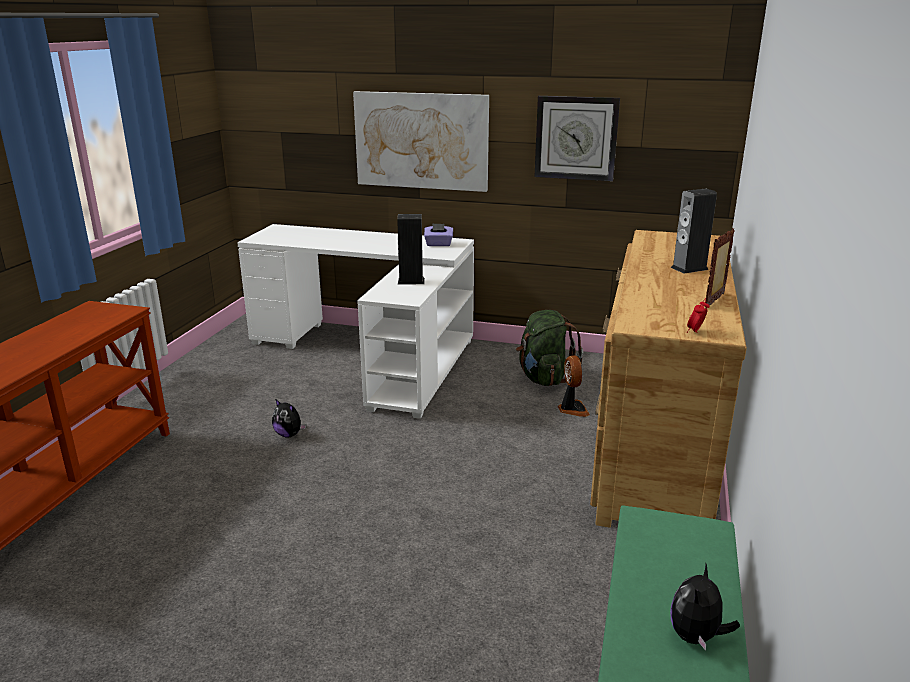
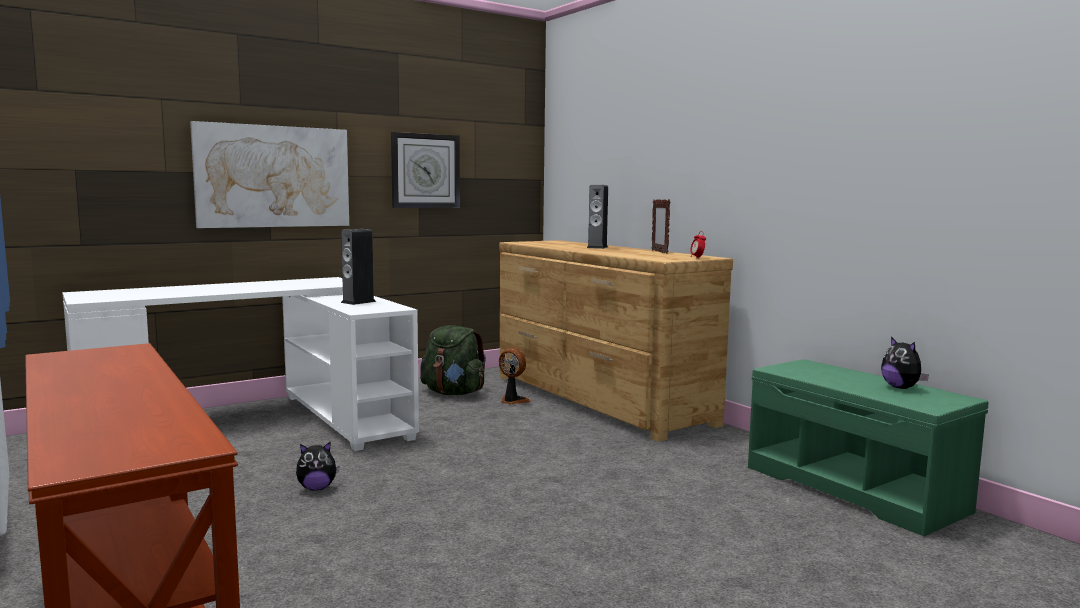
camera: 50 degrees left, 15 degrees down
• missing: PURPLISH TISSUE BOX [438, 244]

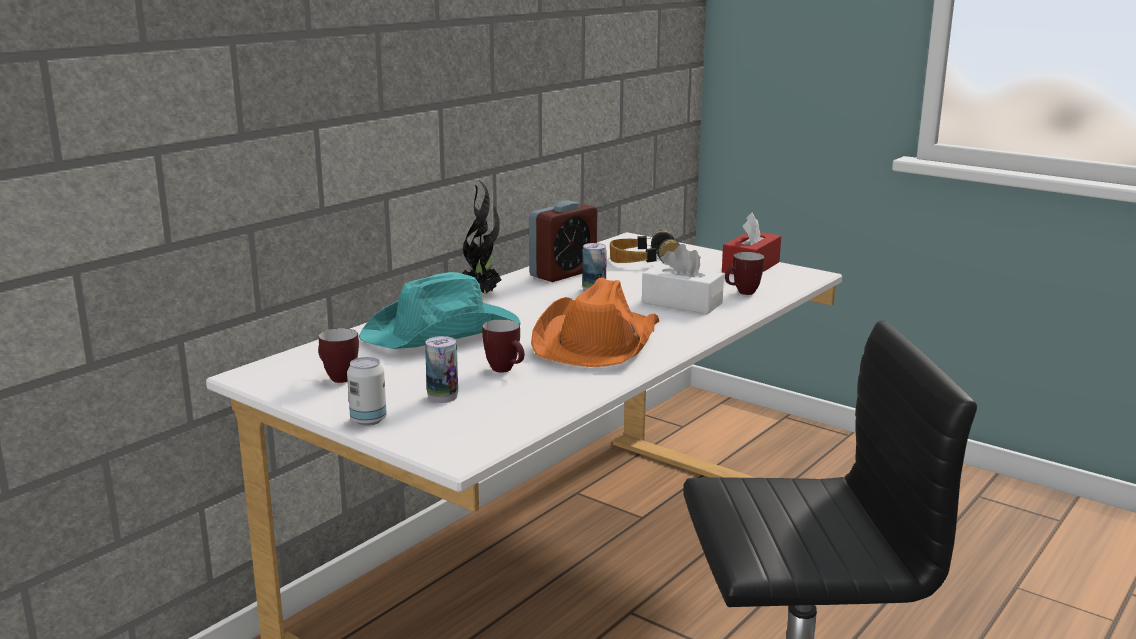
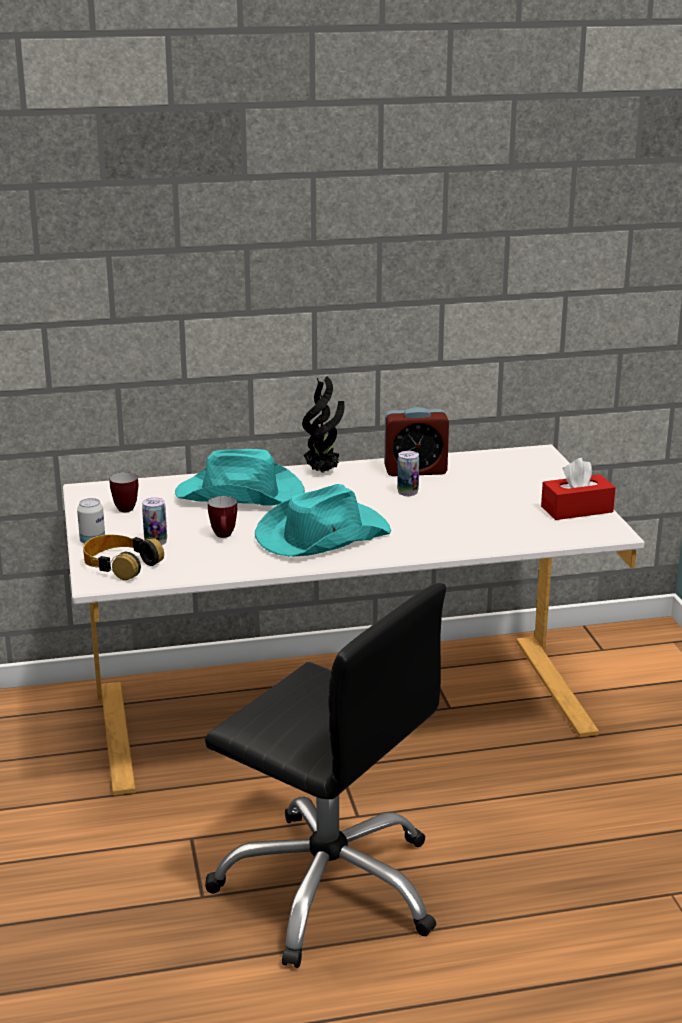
camera: 40 degrees right, 5 degrees up
• relocated: HEADPHONES [644, 259] to [120, 565]
• colour: ORANGE HAT [597, 341] to BLUE-GREEN HAT [321, 535]
• missing: WHITISH TISSUE BOX [682, 303]
• missing: TEA MUG [742, 293]

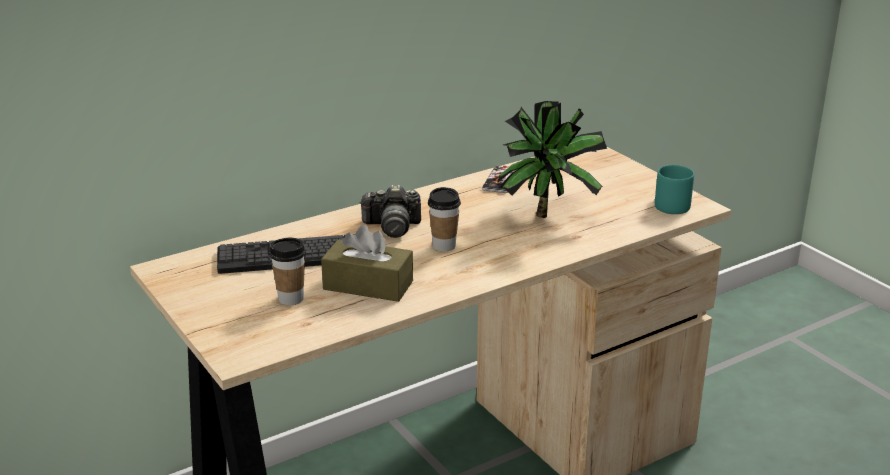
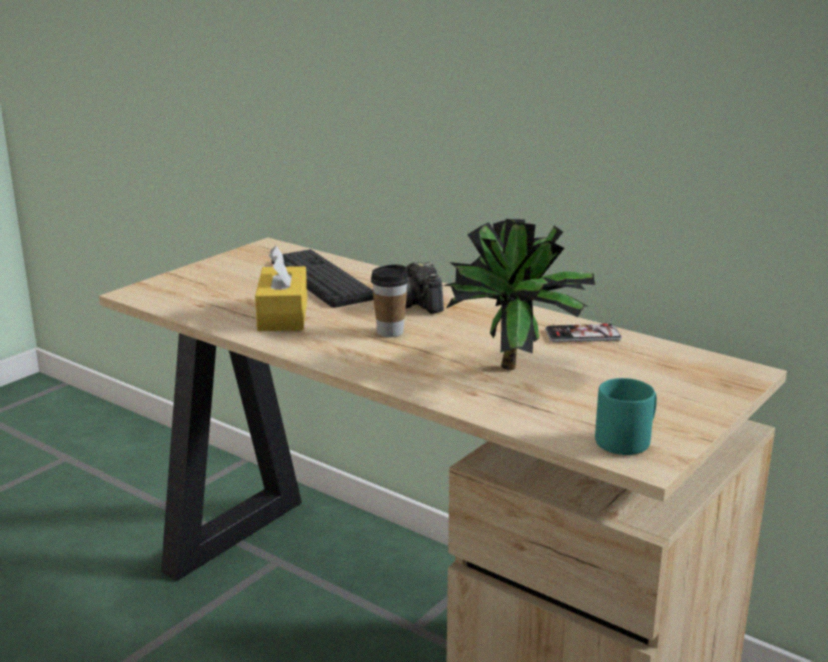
camera: 70 degrees right, 5 degrees down
• colour: BROWN-COLOURED TISSUE BOX [368, 285] to YELLOW-COLOURED TISSUE BOX [283, 315]
• missing: CUP [291, 299]

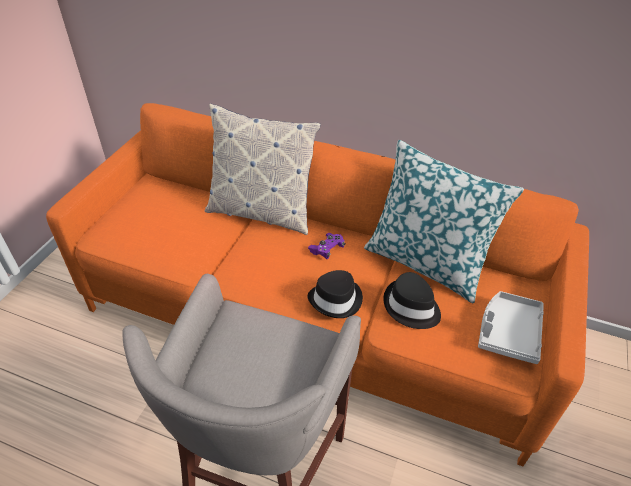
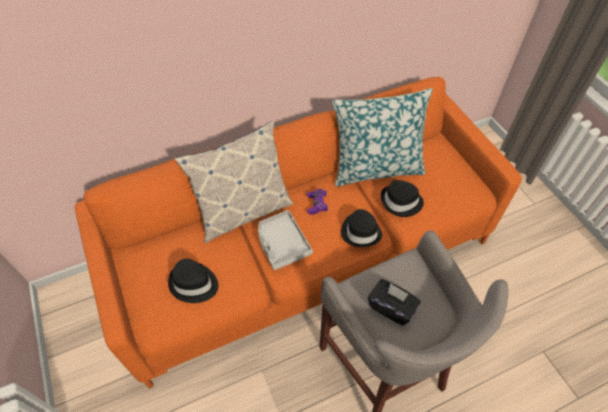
camera: 45 degrees left, 10 degrees up
• appeared: BLACK-COLOURED HAT [193, 284]
• relocated: GRAY TRAY [508, 332] to [282, 244]
• appeared: BLACK-COLOURED TISSUE BOX [391, 307]

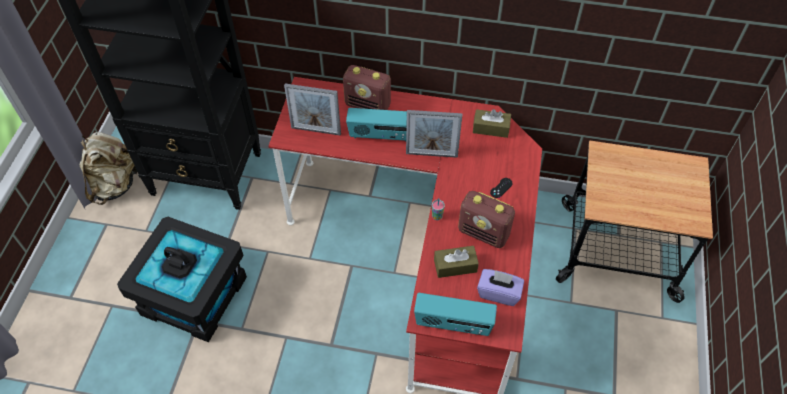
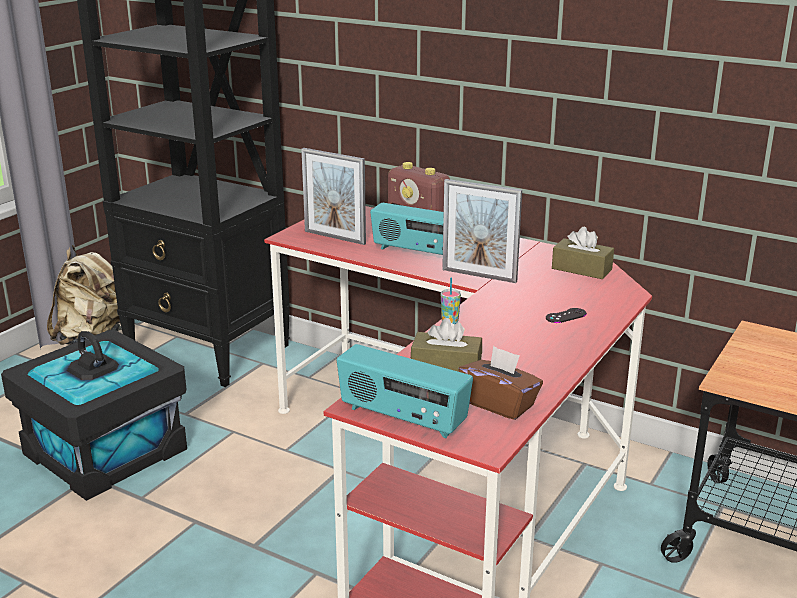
camera: 20 degrees right, 30 degrees down
• colour: PURPLISH TISSUE BOX [499, 293] to BROWN-COLOURED TISSUE BOX [499, 404]
• missing: RADIO RECEIVER [484, 233]

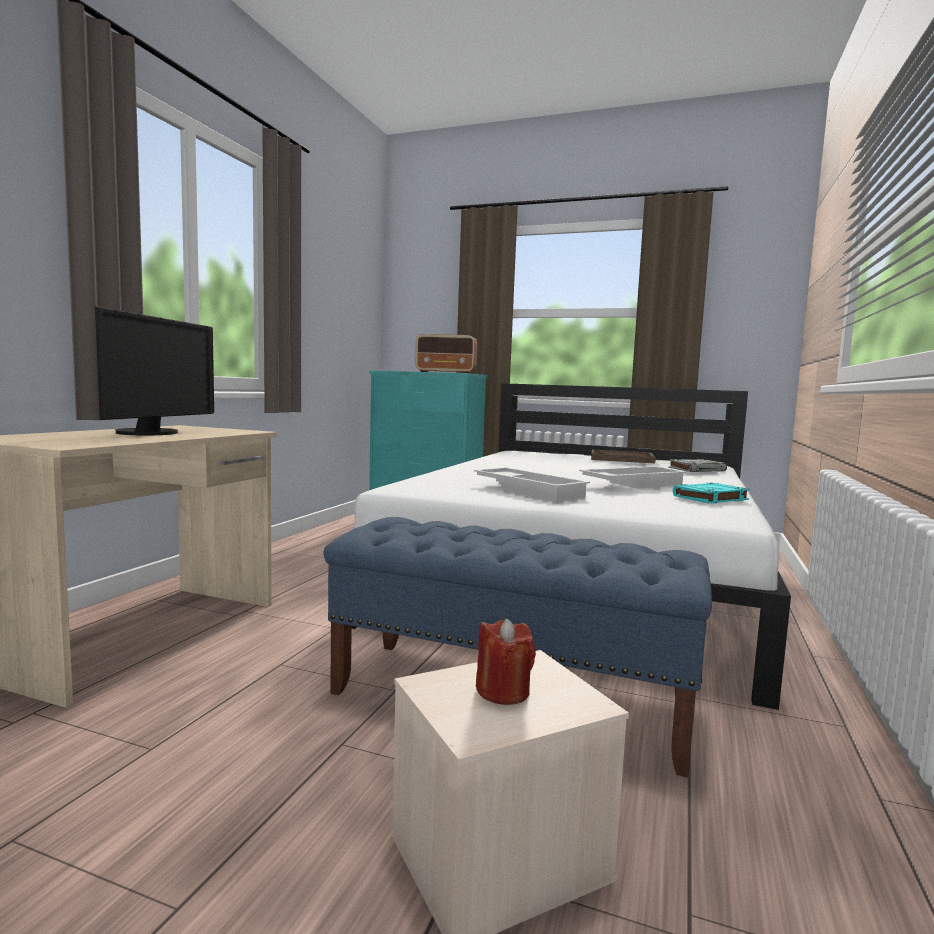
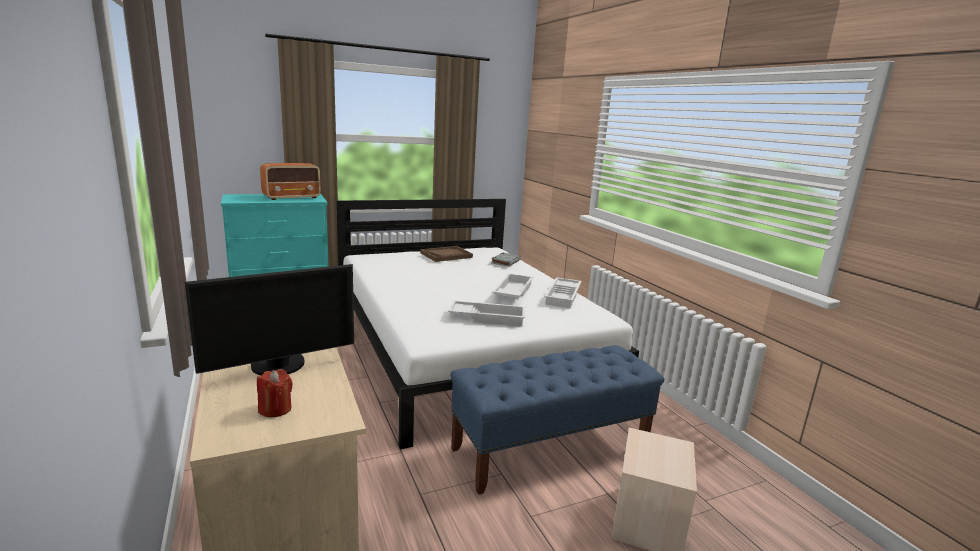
camera: 45 degrees left, 10 degrees up
• spun: COMPUTER SCREEN [153, 433] = [280, 367] 90 degrees clockwise
• relocated: REDDISH WAX LIGHT [503, 691] to [275, 409]
• exchanged: BLUE-GREEN VOLUME [710, 498] to WHITISH TRAY [563, 296]

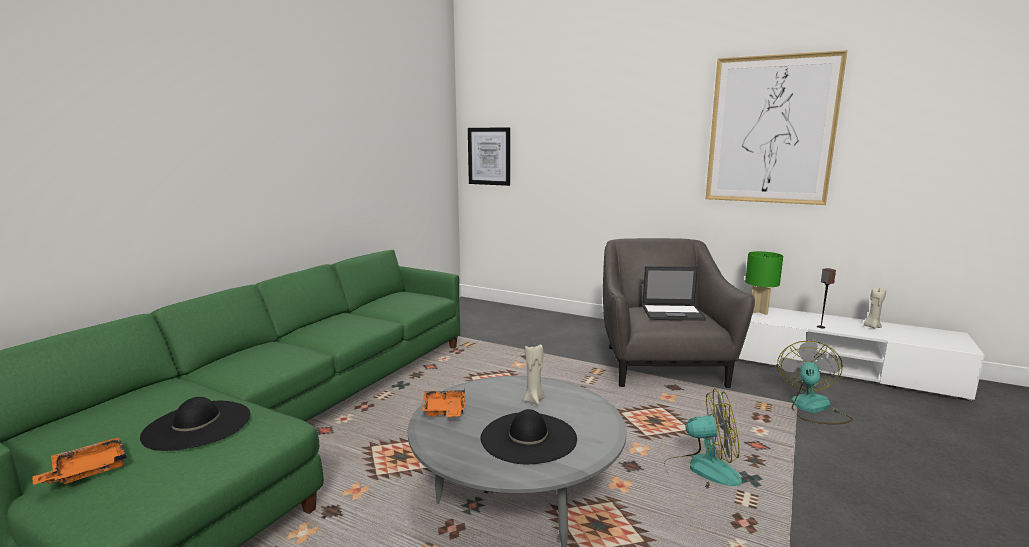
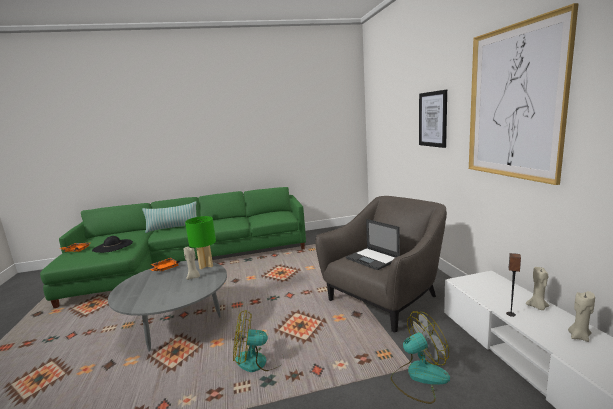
camera: 50 degrees right, 0 degrees up
• appeared: CUSHION [173, 228]
• relocated: GREENISH TABLETOP LAMP [758, 311] to [206, 265]
• spun: ELECTRIC FAN [701, 471] = [259, 361] 120 degrees clockwise
• relocated: WALL PICTURE [489, 156] to [433, 119]
• appeared: BEIGE-COLOURED WAX LIGHT [537, 307]
• missing: BLACK-COLOURED HAT [528, 437]

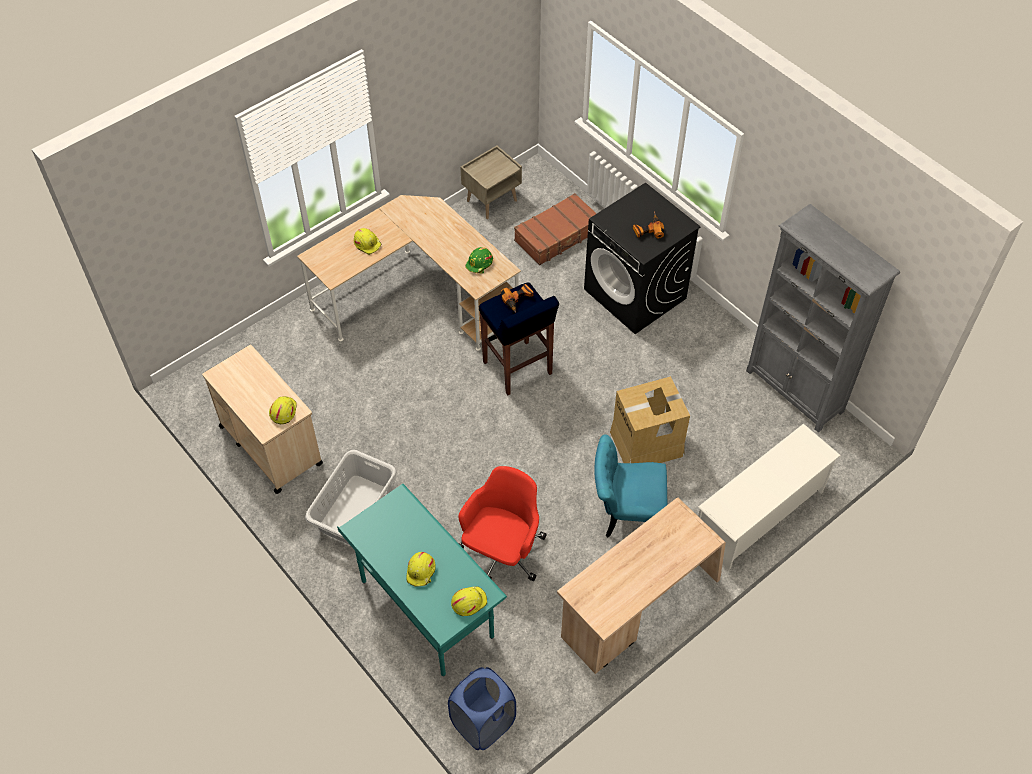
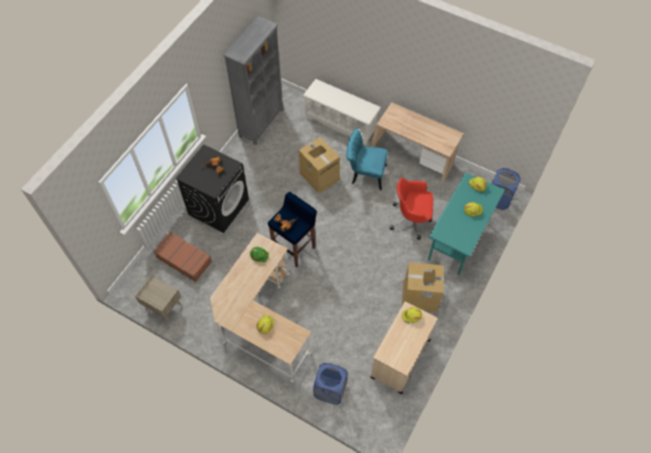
camera: 110 degrees left, 5 degrees up
• appeared: BLUISH LAUNDRY BASKET [330, 390]
• spun: BLUE-GREEN UPRIGHT CHAIR [626, 514] = [365, 174] 120 degrees clockwise
• exchanged: GRAY LAUNDRY BASKET [354, 510] to CARDBOARD BOX [420, 296]

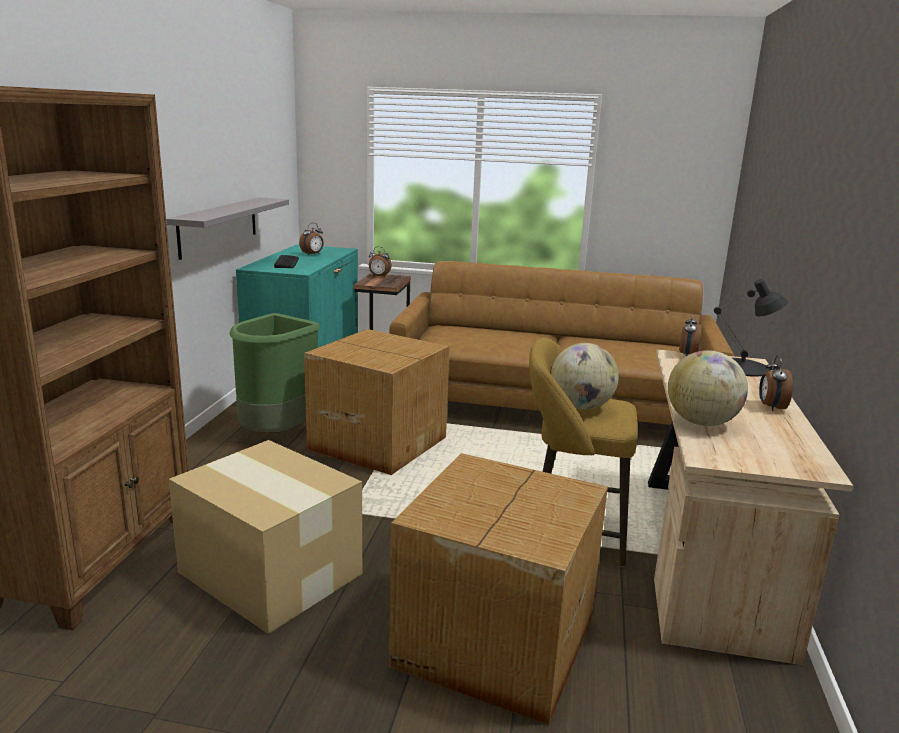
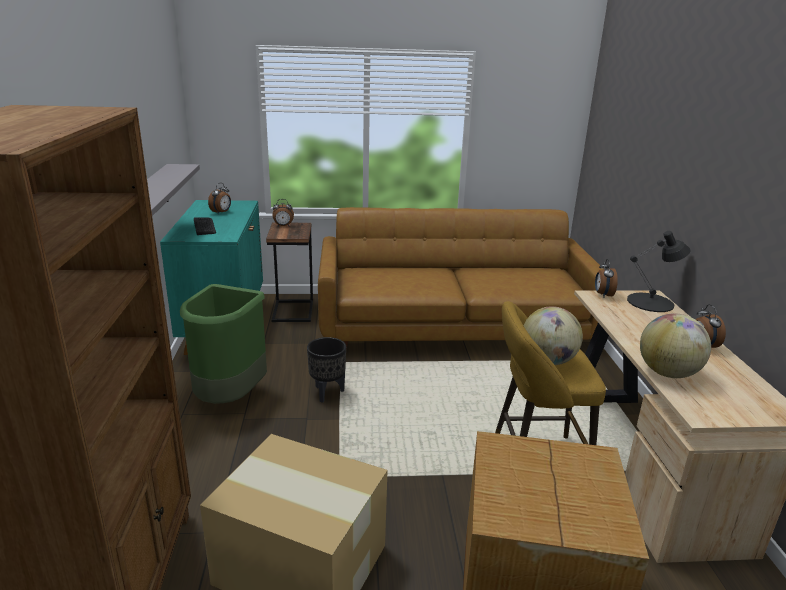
camera: 15 degrees left, 5 degrees up
• exchanged: CARDBOARD BOX [377, 442] to BLACK-COLOURED PLANT POT [327, 393]

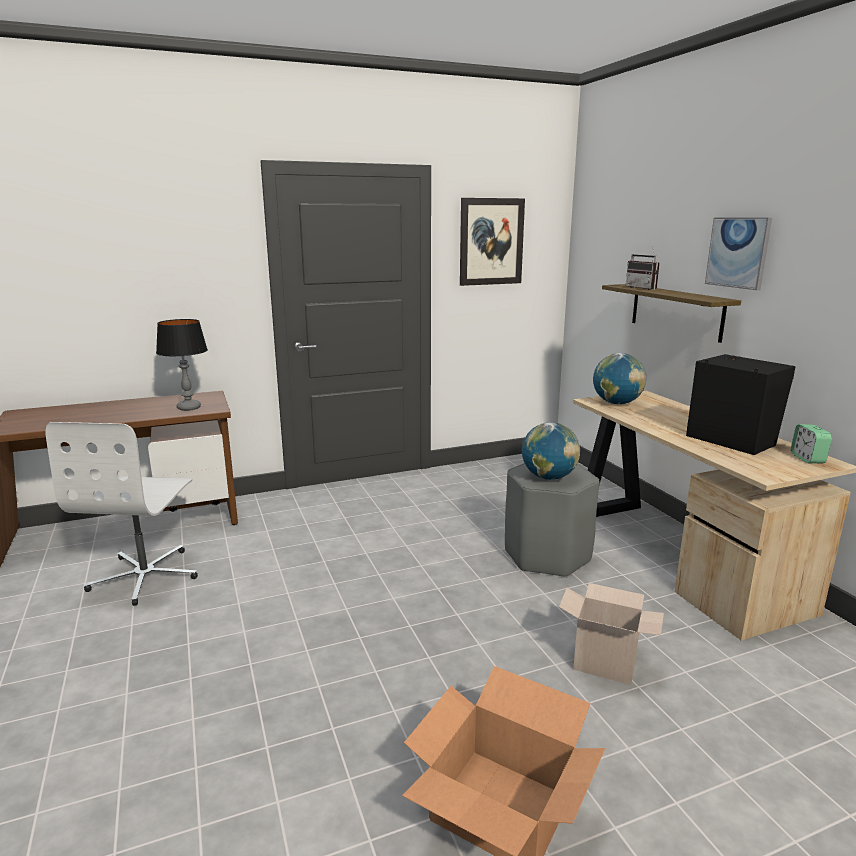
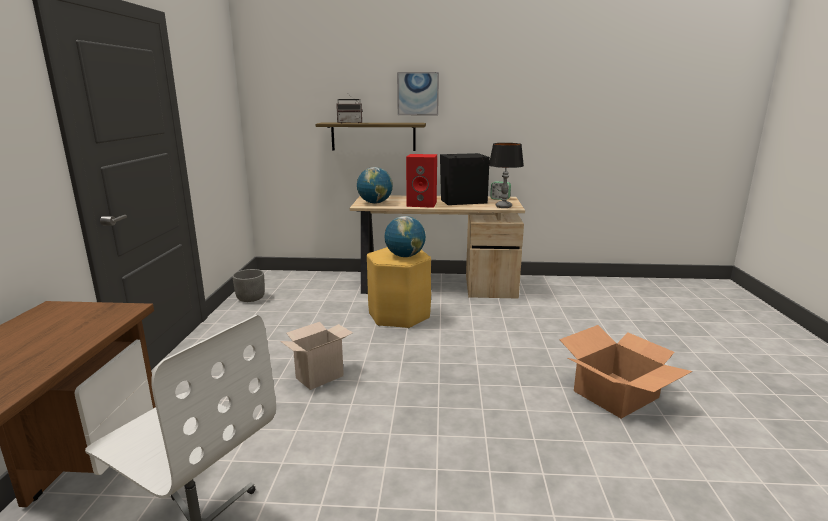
camera: 65 degrees left, 0 degrees up
• appeared: GRAY PLANT POT [250, 298]
• relocated: CARDBOARD BOX [607, 664] to [320, 376]
• colour: GRAY SITTING STOOL [546, 555] to YELLOW-COLOURED SITTING STOOL [398, 316]
• appeared: REDDISH LOUDSPEAKER [422, 204]
• relocated: TABLETOP LAMP [189, 408] to [503, 206]
• missing: WALL PICTURE [491, 242]

